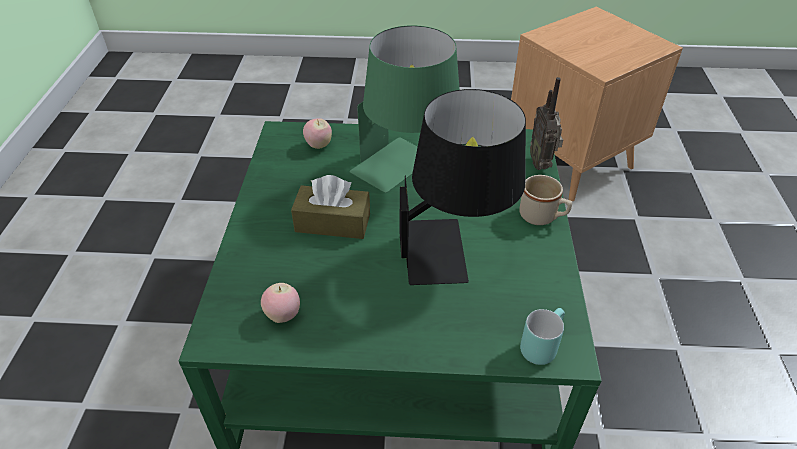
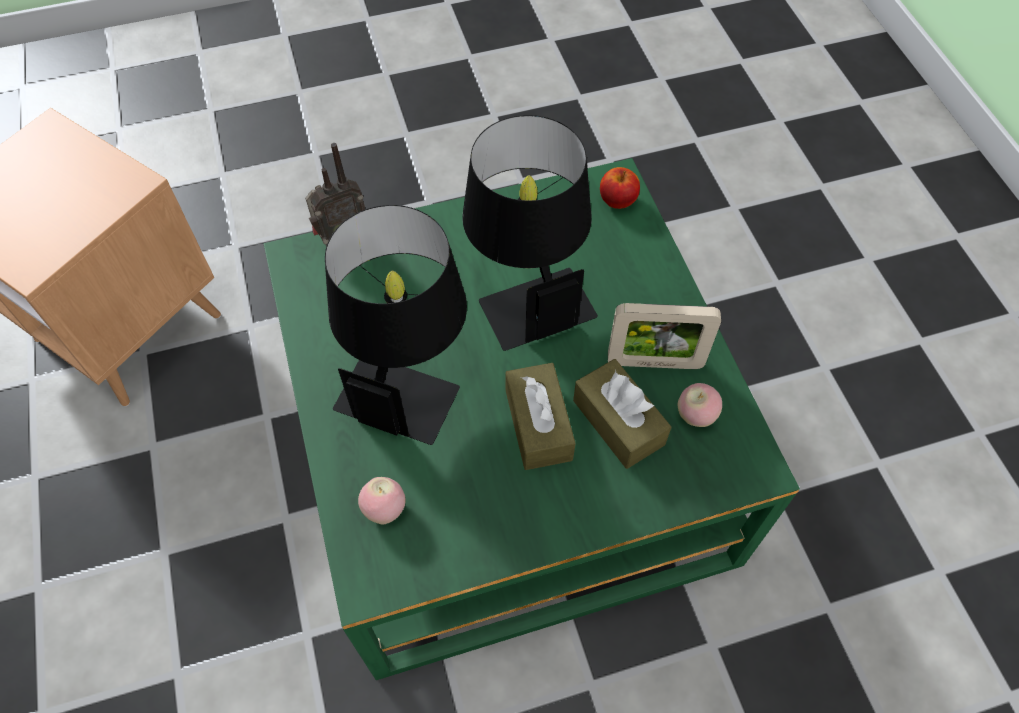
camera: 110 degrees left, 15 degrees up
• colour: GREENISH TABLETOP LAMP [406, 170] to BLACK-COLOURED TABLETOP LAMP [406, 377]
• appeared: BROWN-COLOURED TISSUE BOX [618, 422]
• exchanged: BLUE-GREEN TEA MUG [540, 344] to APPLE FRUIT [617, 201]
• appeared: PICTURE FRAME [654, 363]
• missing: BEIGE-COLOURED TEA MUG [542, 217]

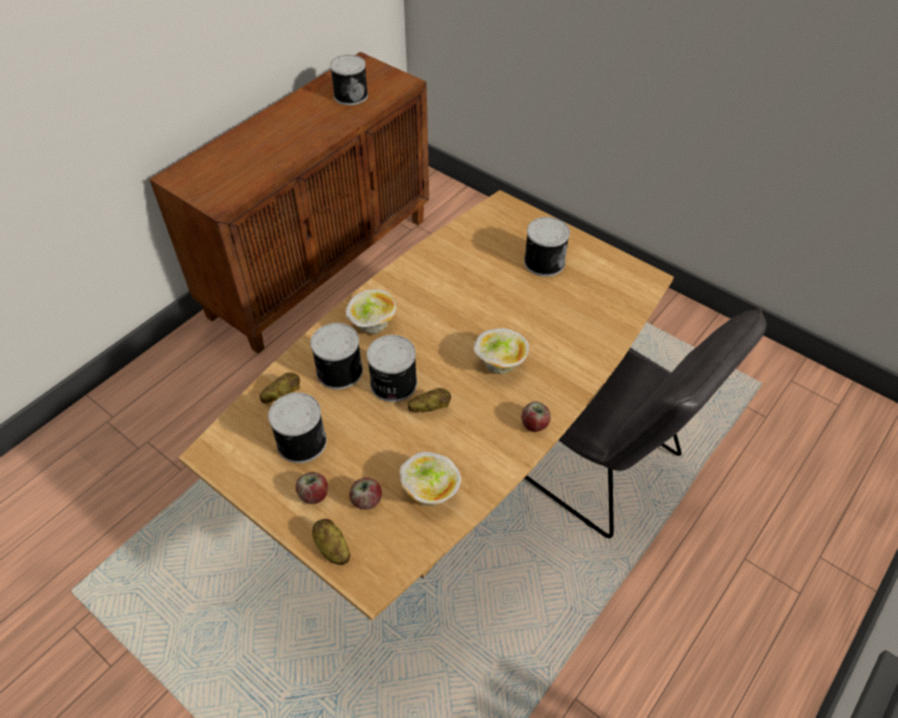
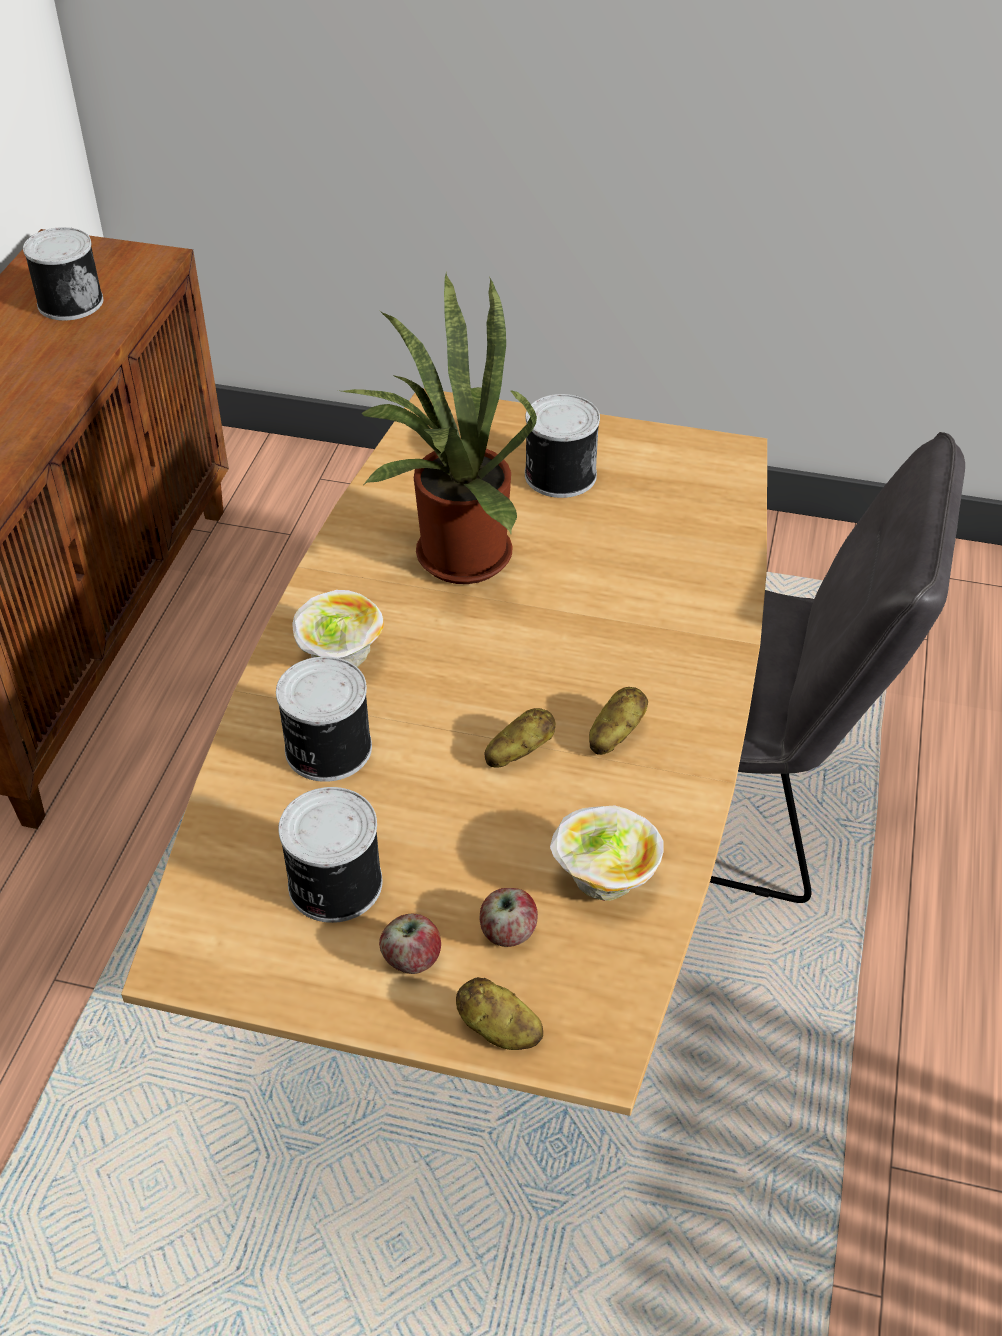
camera: 25 degrees left, 5 degrees down
• appeared: HOUSEPLANT [453, 556]
• relocated: POTATO [281, 395] to [615, 734]
• missing: METAL CAN [392, 384]
• missing: DEEP DISH [499, 364]
• missing: APPLE FRUIT [535, 424]

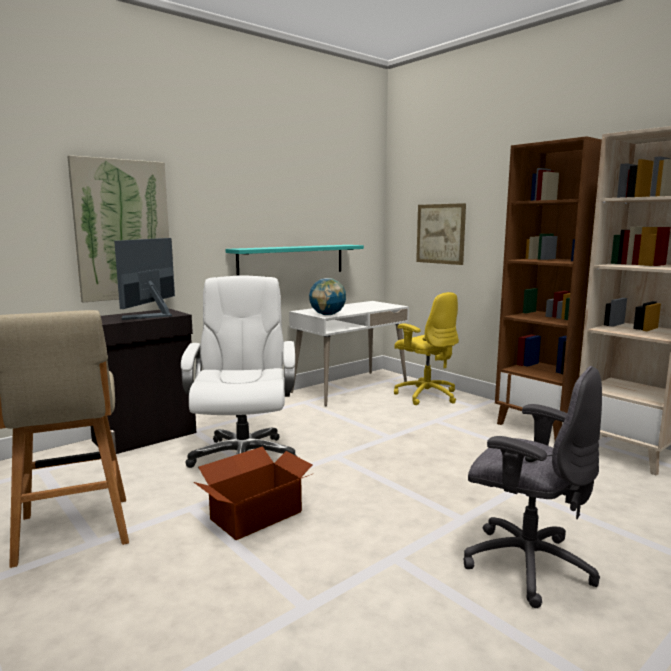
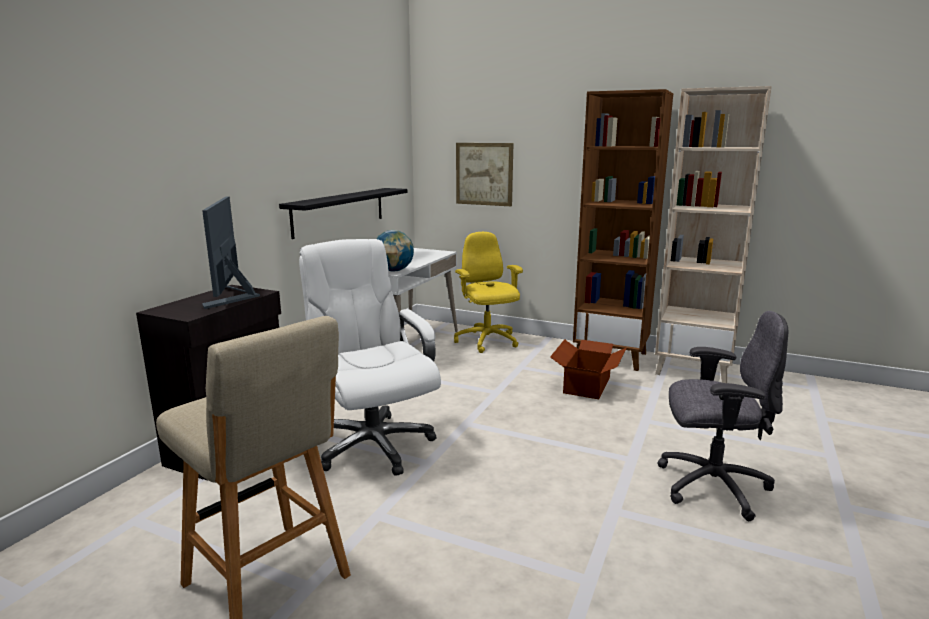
camera: 25 degrees left, 5 degrees up
• colour: BLUE-GREEN BRACKET SHELF [292, 260] to BLACK-COLOURED BRACKET SHELF [340, 211]
• spun: YELLOW-COLOURED OFFICE CHAIR [426, 395] = [487, 341] 135 degrees counterclockwise
• relocated: CARDBOARD BOX [255, 515] to [586, 385]
• missing: WALL PICTURE [122, 230]

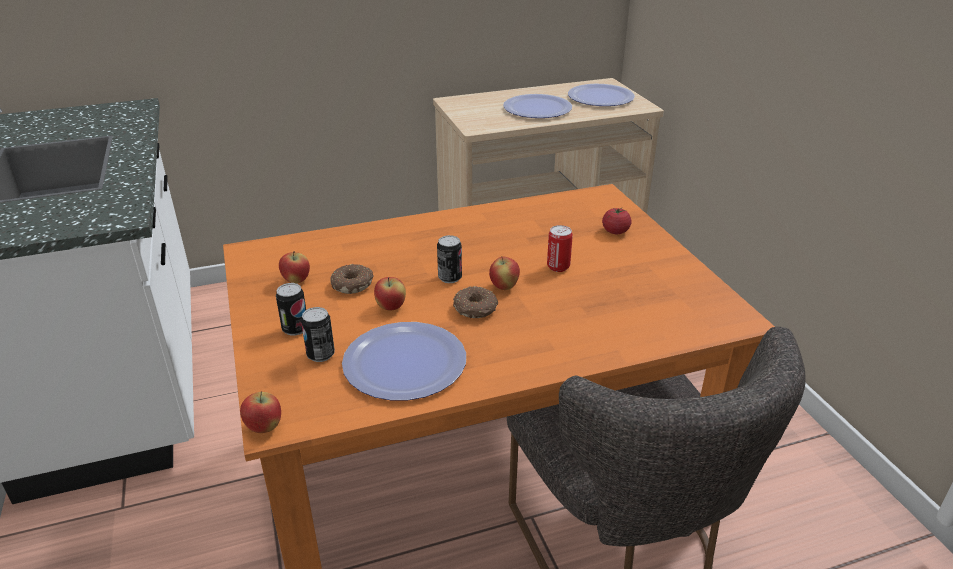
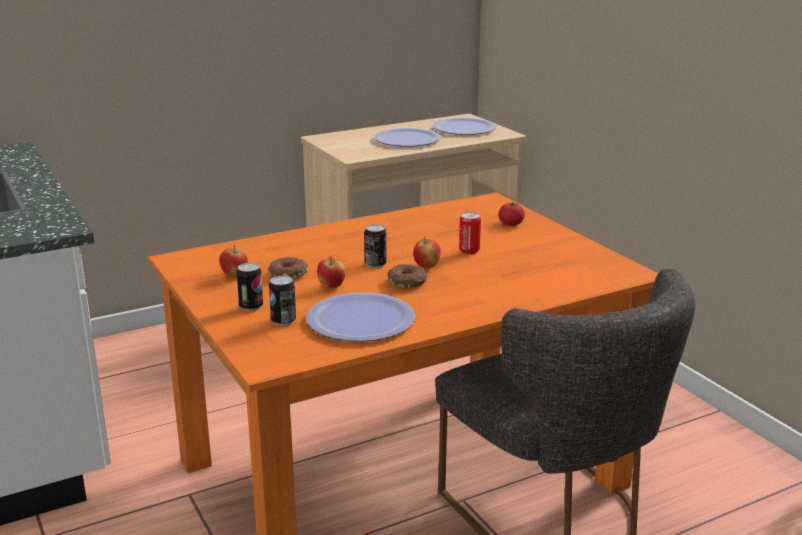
camera: 10 degrees left, 10 degrees down
• missing: APPLE FRUIT [264, 428]

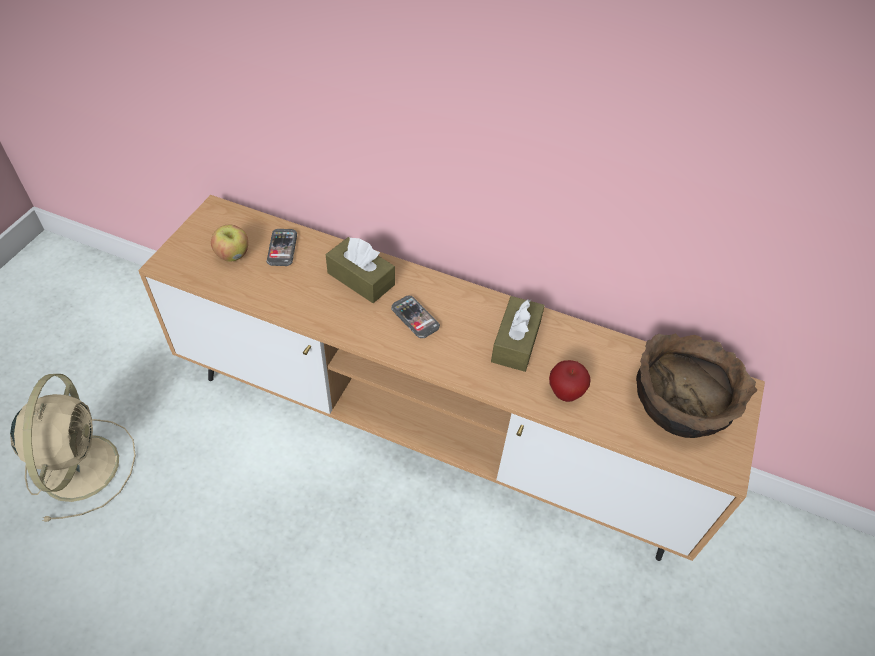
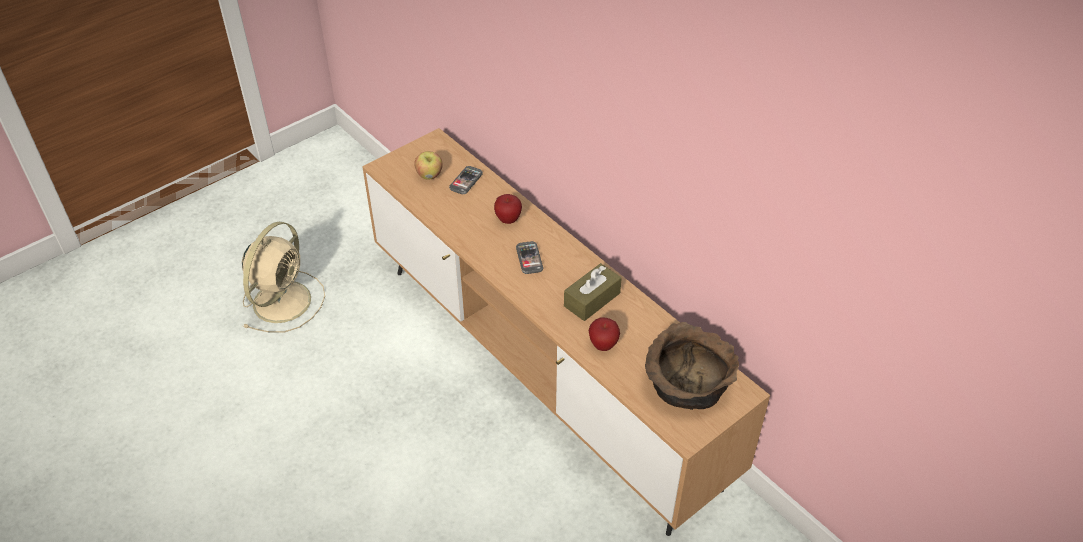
camera: 30 degrees right, 5 degrees down
• exchanged: BROWN-COLOURED TISSUE BOX [361, 279] to APPLE FRUIT [508, 219]

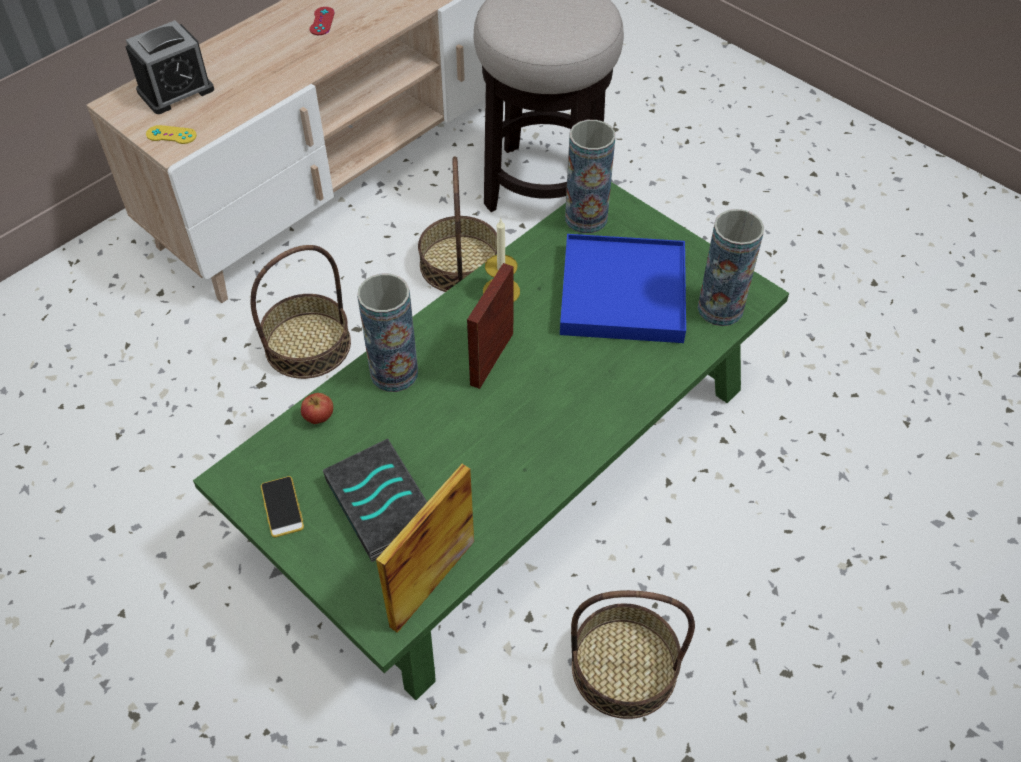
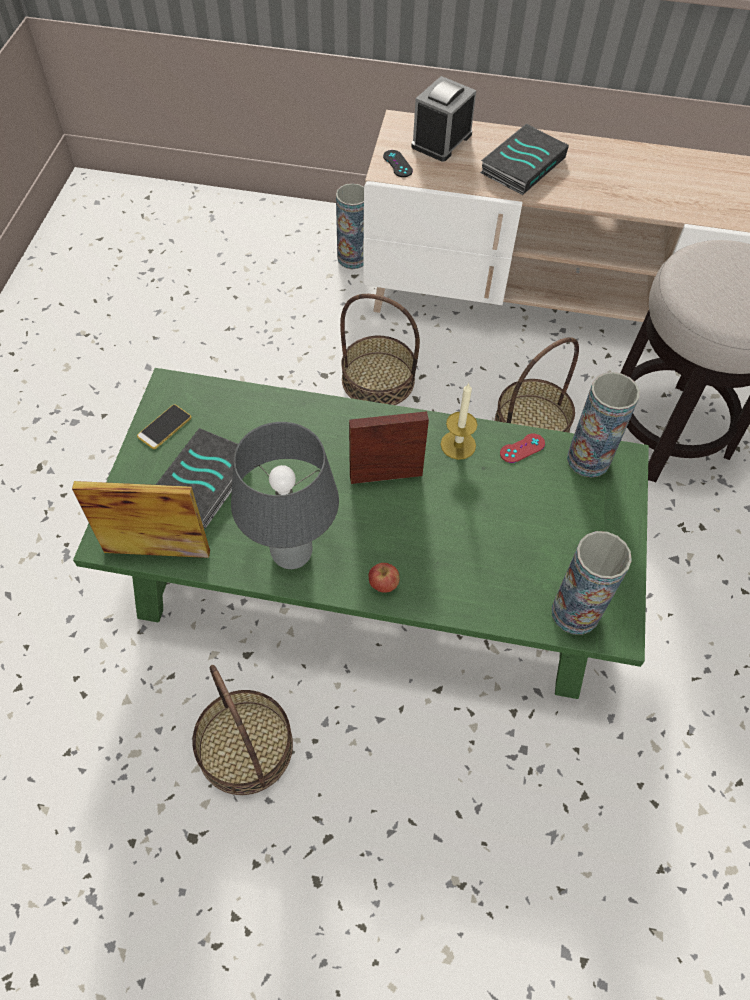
camera: 55 degrees right, 5 degrees up
• appeared: GRAY TABLETOP LAMP [291, 555]
• relocated: VASE [394, 373] to [352, 258]
• relocated: APPLE FRUIT [319, 417] to [383, 584]
• colour: YELLOW-COLOURED GAME CONTROLLER [171, 135] to BLACK-COLOURED GAME CONTROLLER [397, 164]
• spun: BEDSIDE CLOCK [176, 90] = [441, 140] 105 degrees clockwise
• appeared: VOLUME [522, 164]
• relocated: REDDISH GAME CONTROLLER [322, 21] to [522, 448]
• missing: BLUISH TRAY [622, 293]

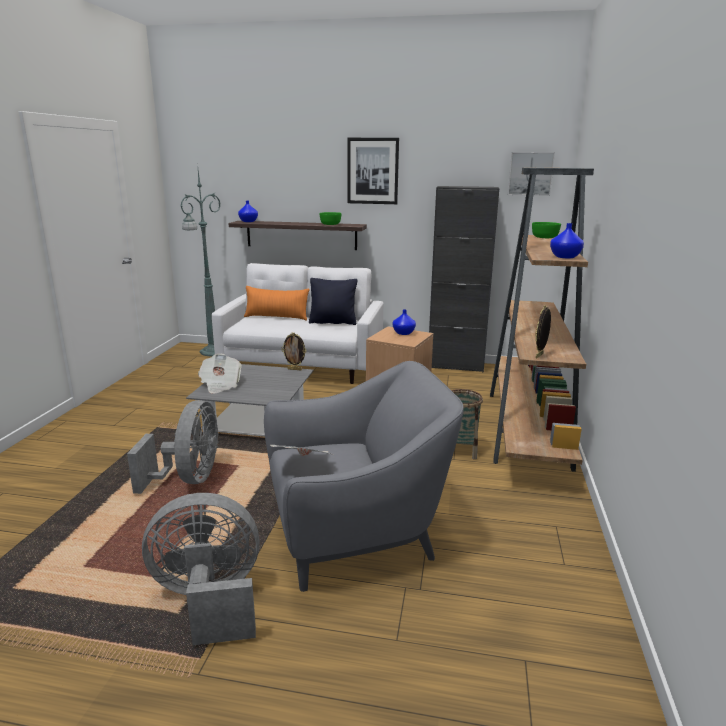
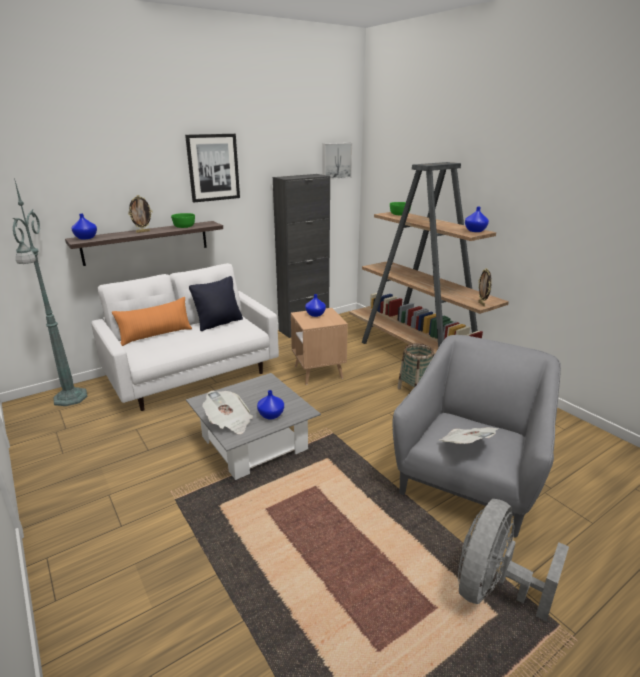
camera: 45 degrees left, 5 degrees up
• relocated: PICTURE FRAME [295, 369] to [143, 231]
• appeared: BLUISH VASE [270, 415]
• missing: GRAY ELECTRIC FAN [189, 479]

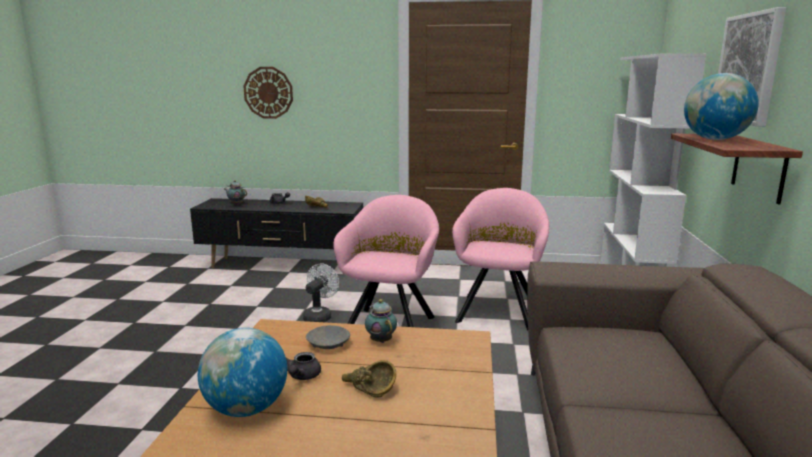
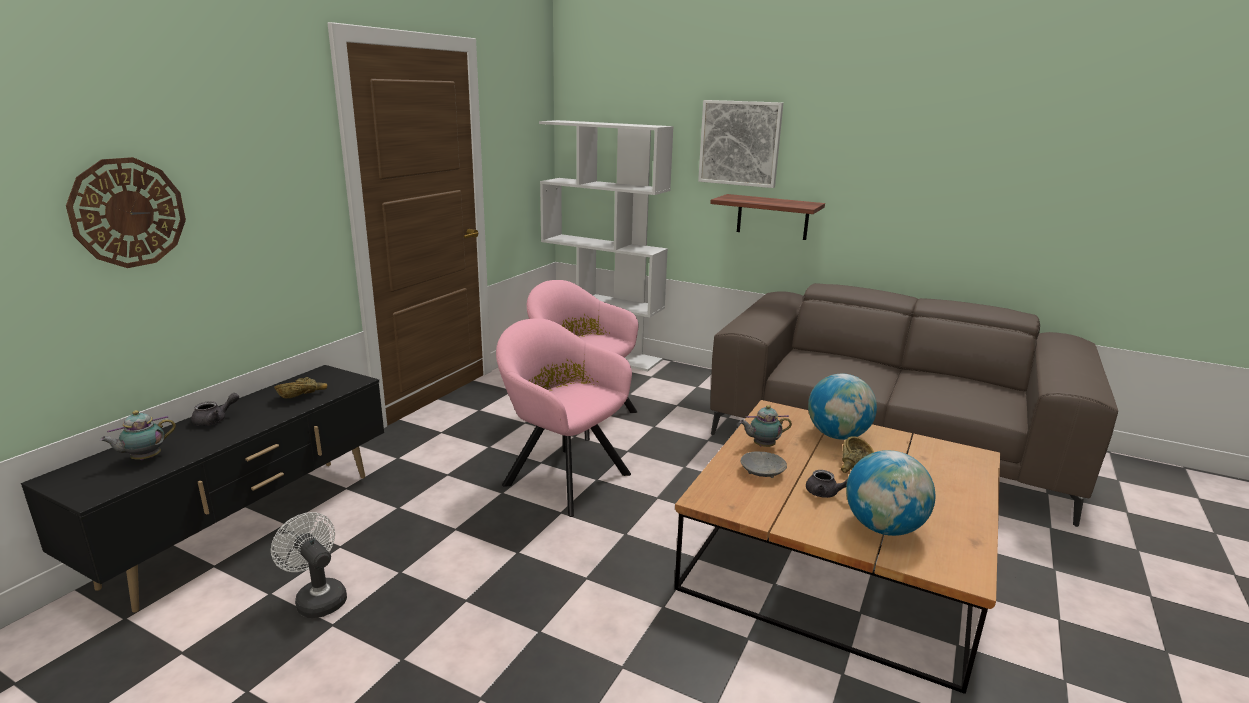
camera: 70 degrees left, 5 degrees up
• relocated: WHITISH ELECTRIC FAN [319, 316] to [317, 598]
• relocated: GLOBE [715, 139] to [837, 436]

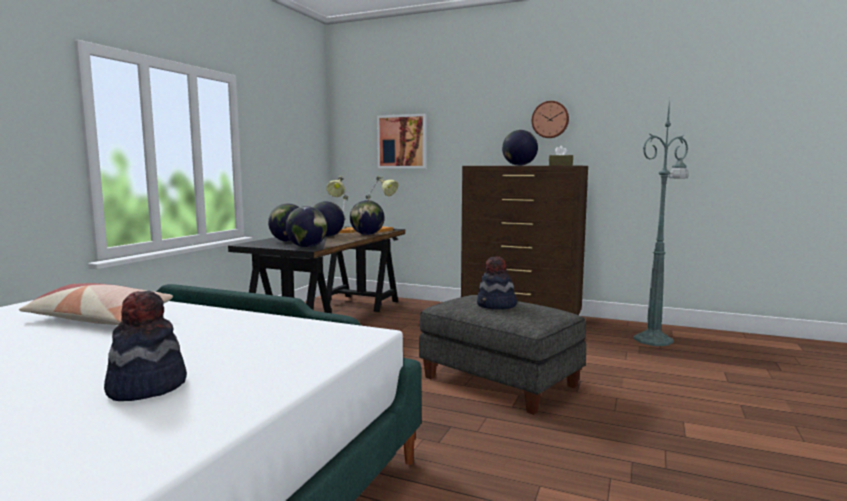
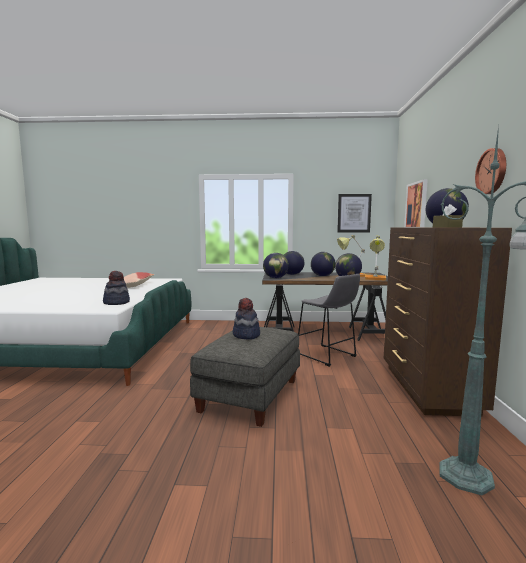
camera: 70 degrees right, 0 degrees up
• relocated: HAT [146, 386] to [116, 302]
• appeared: GRAY SITTING STOOL [327, 356]
• appeared: WALL PICTURE [354, 213]

